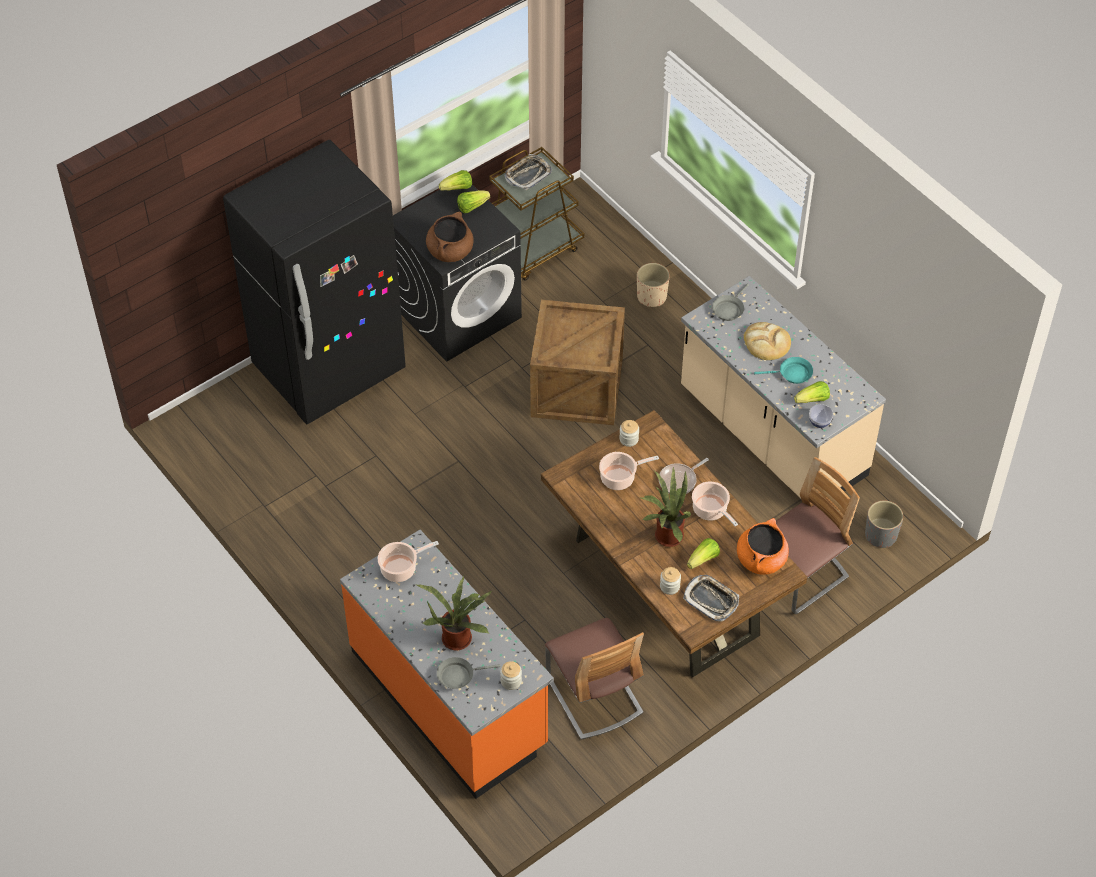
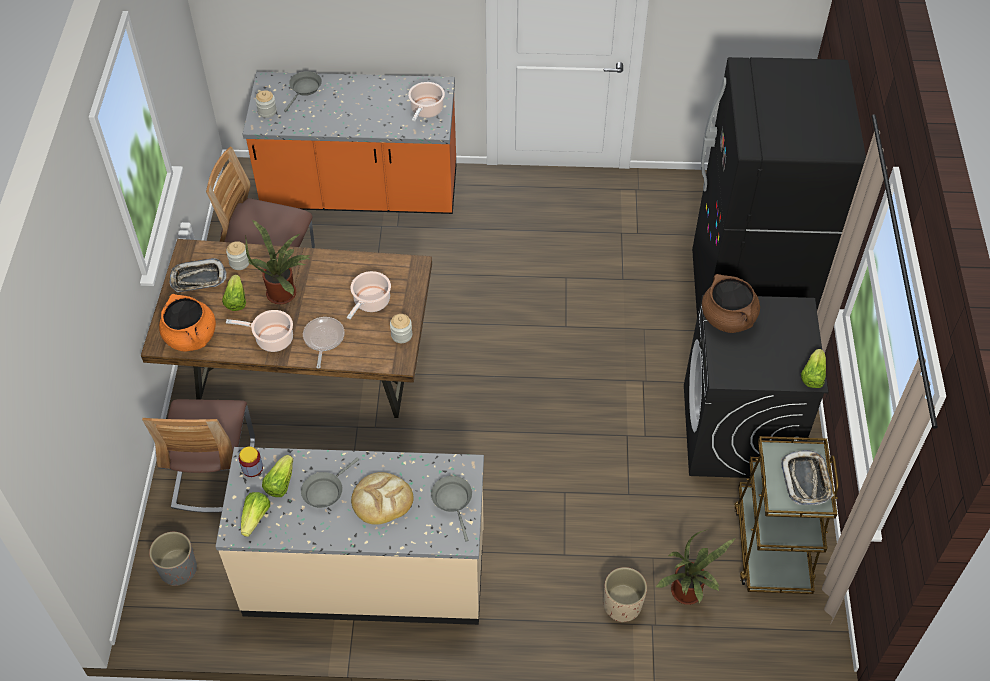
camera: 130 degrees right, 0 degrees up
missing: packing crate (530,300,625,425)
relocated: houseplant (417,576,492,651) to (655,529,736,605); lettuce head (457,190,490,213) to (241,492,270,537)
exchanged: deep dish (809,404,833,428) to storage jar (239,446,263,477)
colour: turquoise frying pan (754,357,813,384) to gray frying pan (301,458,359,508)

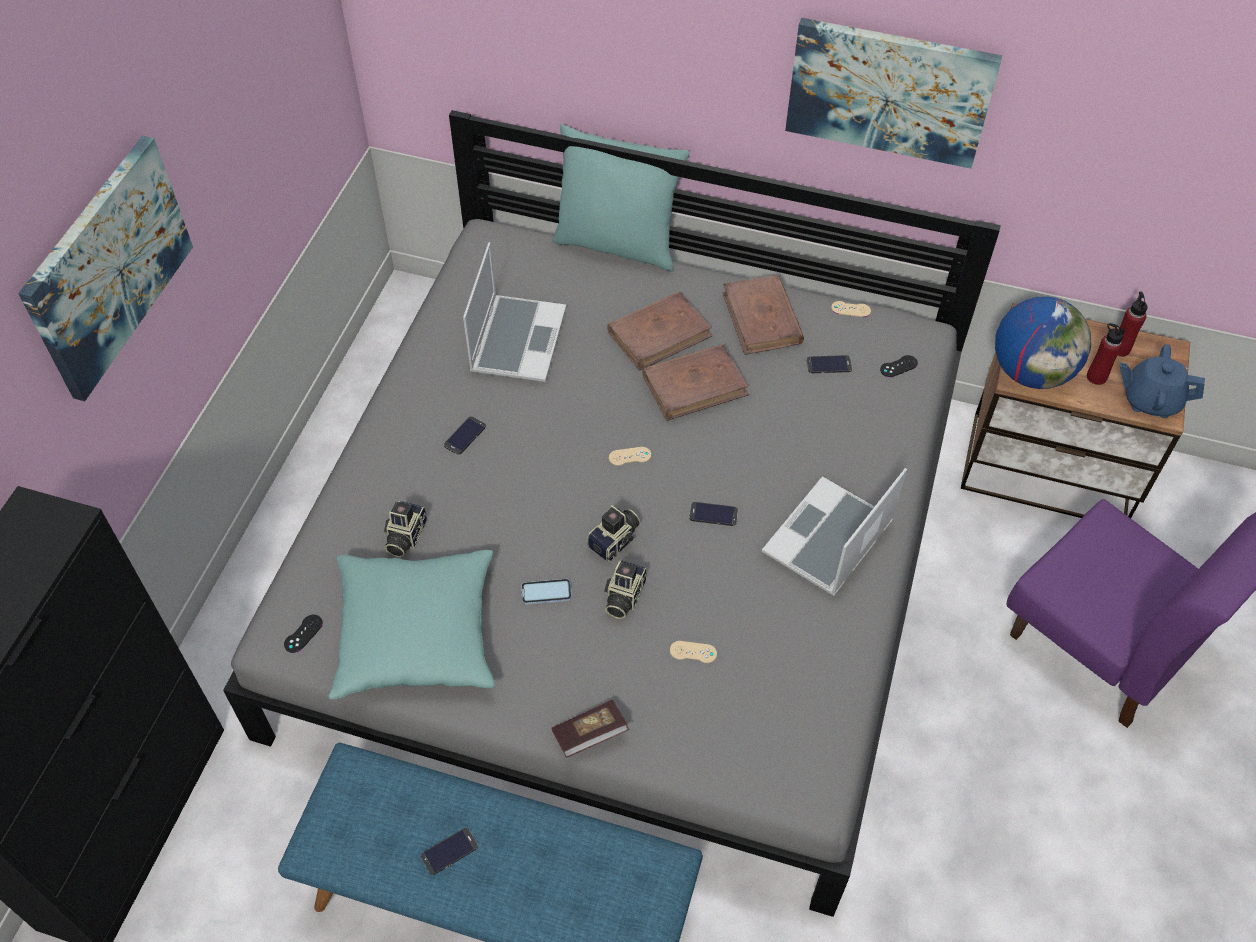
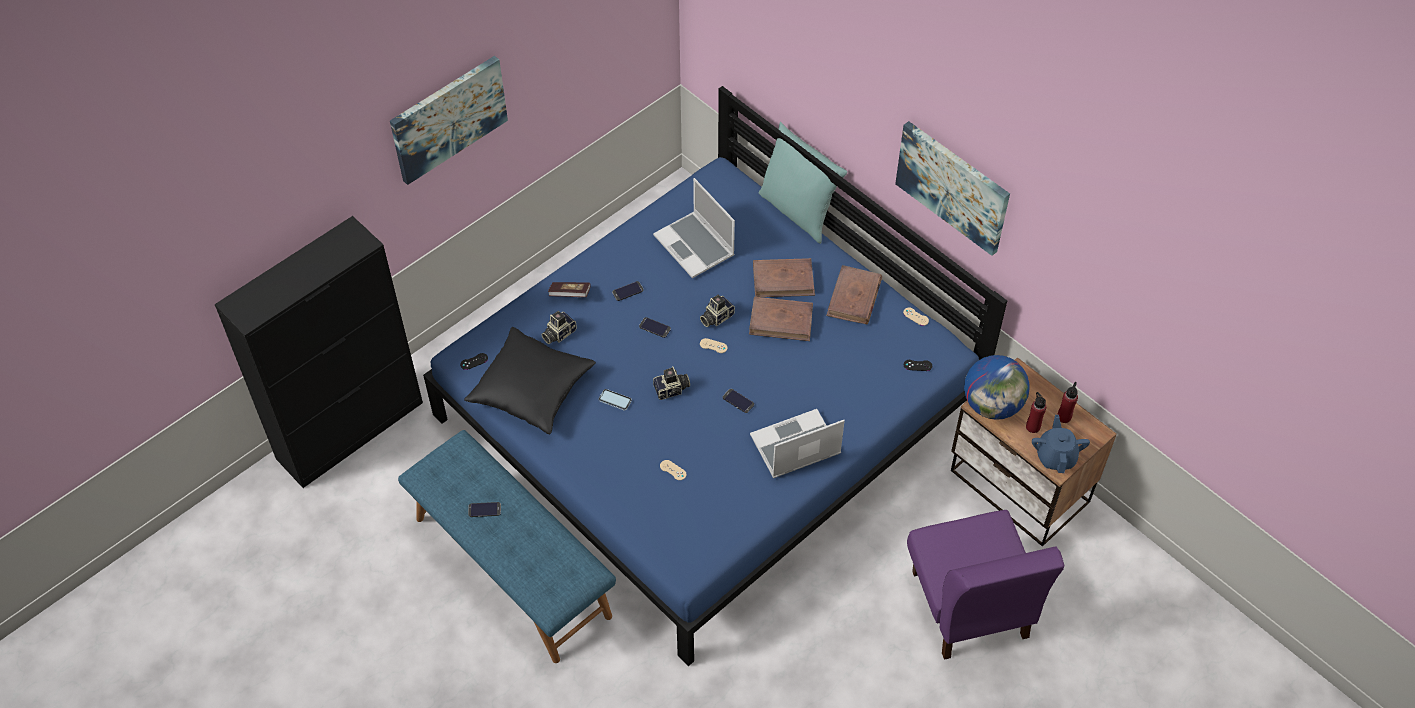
camera: 30 degrees right, 0 degrees up
relocated: volume (551,700,629,758) to (548,282,591,297); photo camera (605,560,647,619) to (700,294,735,327); telephone (807,355,852,373) to (639,317,671,338)
colour: gray sleeping bed (223,110,1001,917) to blue-coloured sleeping bed (423,86,1007,666); turquoise cushion (328,550,495,699) to black-coloured cushion (464,327,596,434)
spun: notebook computer (463,242,566,382) = (653,178,735,278) 105 degrees clockwise; blue-coloured pot for tea (1120,344,1205,418) = (1032,415,1090,473) 45 degrees clockwise

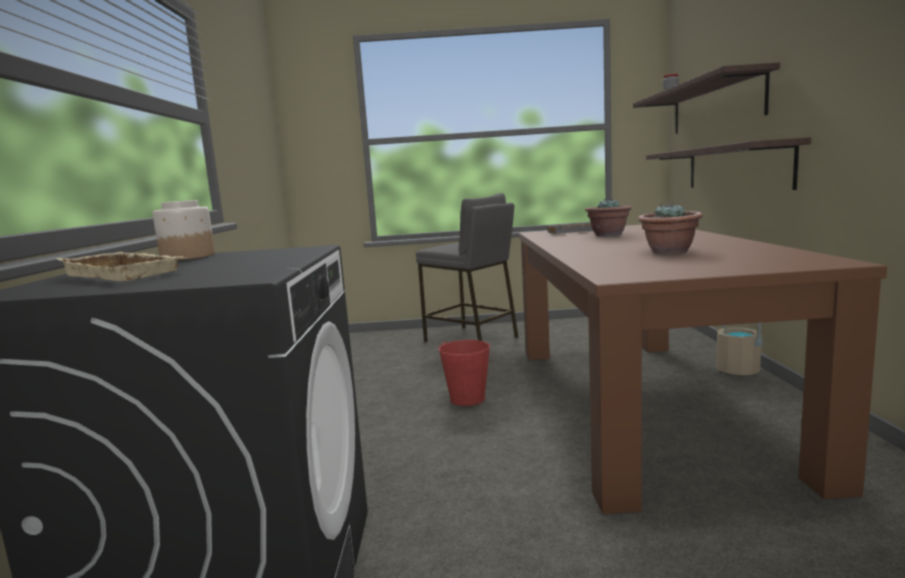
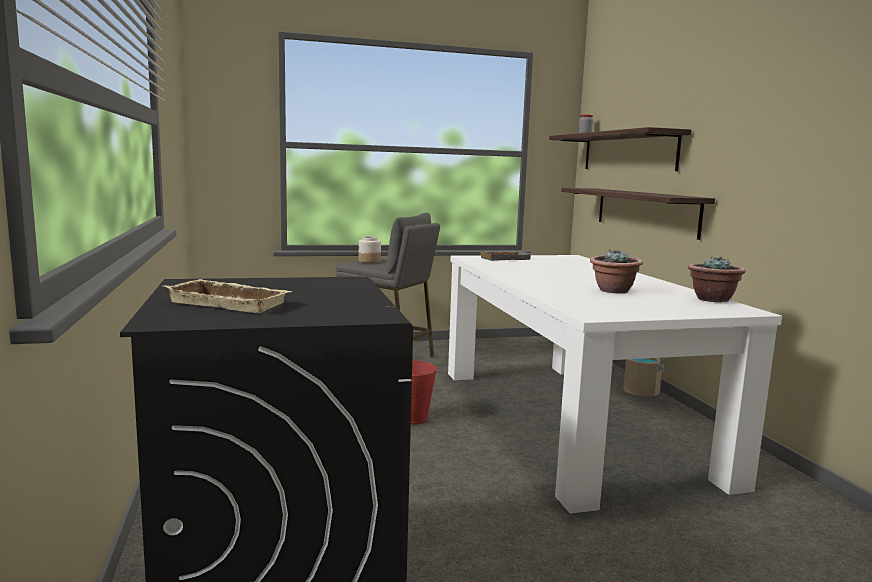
camera: 15 degrees left, 0 degrees up
relocated: storage jar (152,200,215,260) to (359,237,381,263); houseplant (585,198,632,237) to (688,256,746,302)
colour: brown-coloured kitchen table (519,225,887,514) to white-coloured kitchen table (448,255,782,514)

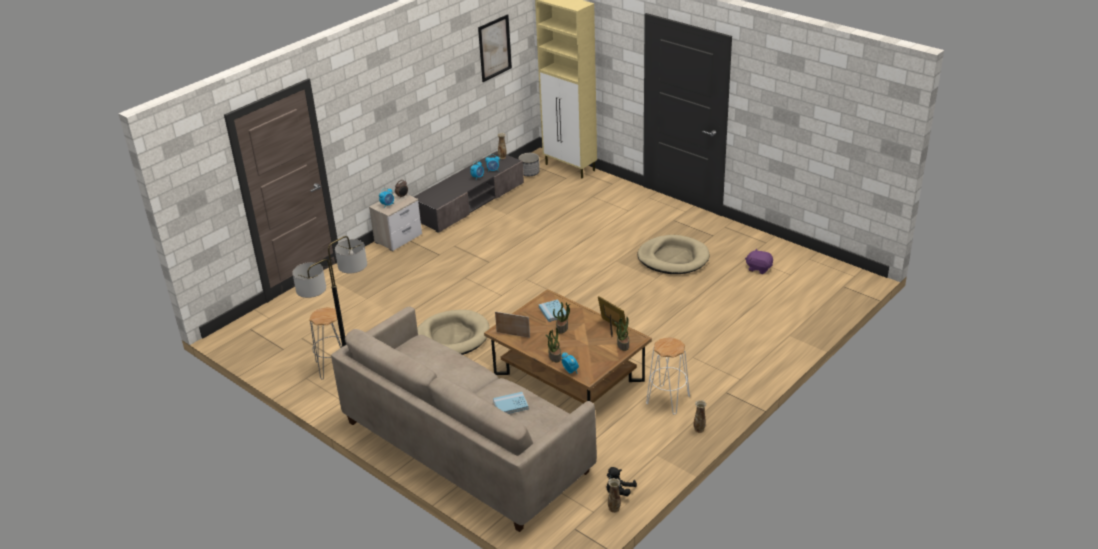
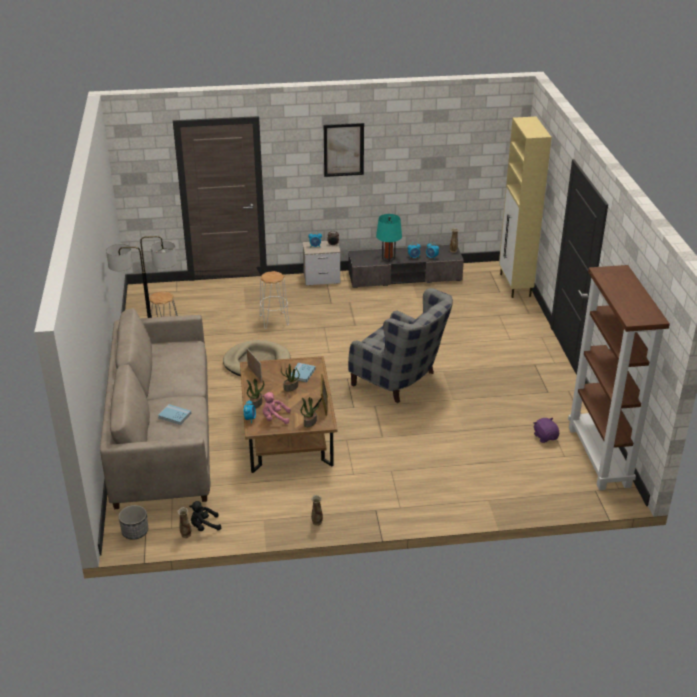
camera: 40 degrees right, 0 degrees up
missing: sand-coloured pet bed (637,235,709,274)
appeared: pinkish soft toy (262,392,291,424); gray lounge chair (348,288,453,403); turquoise table lamp (376,214,402,262); brown-coloured shelving unit (568,265,670,490)
relocated: picture (478,14,512,82) to (324,123,364,177); plant pot (518,153,540,176) to (118,505,148,540); white-coloured stool (646,337,690,414) to (260,271,289,329)

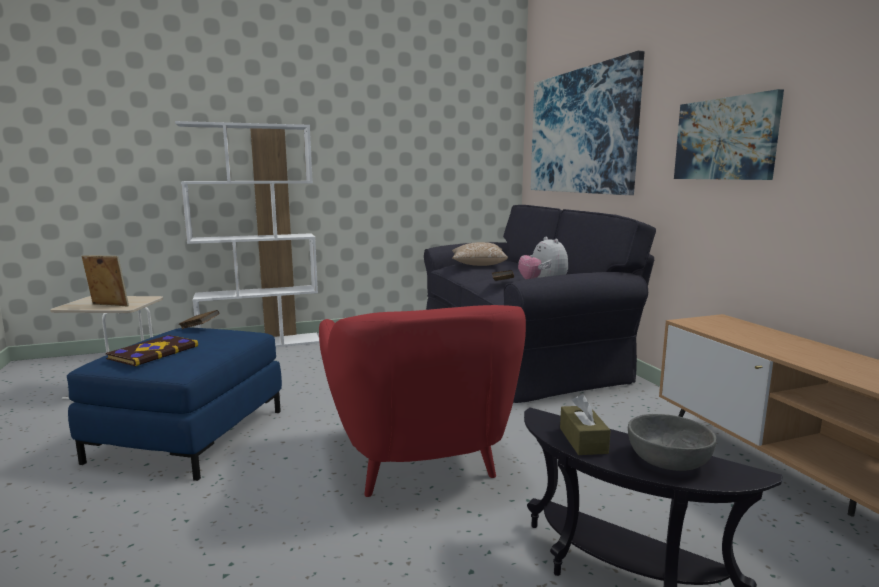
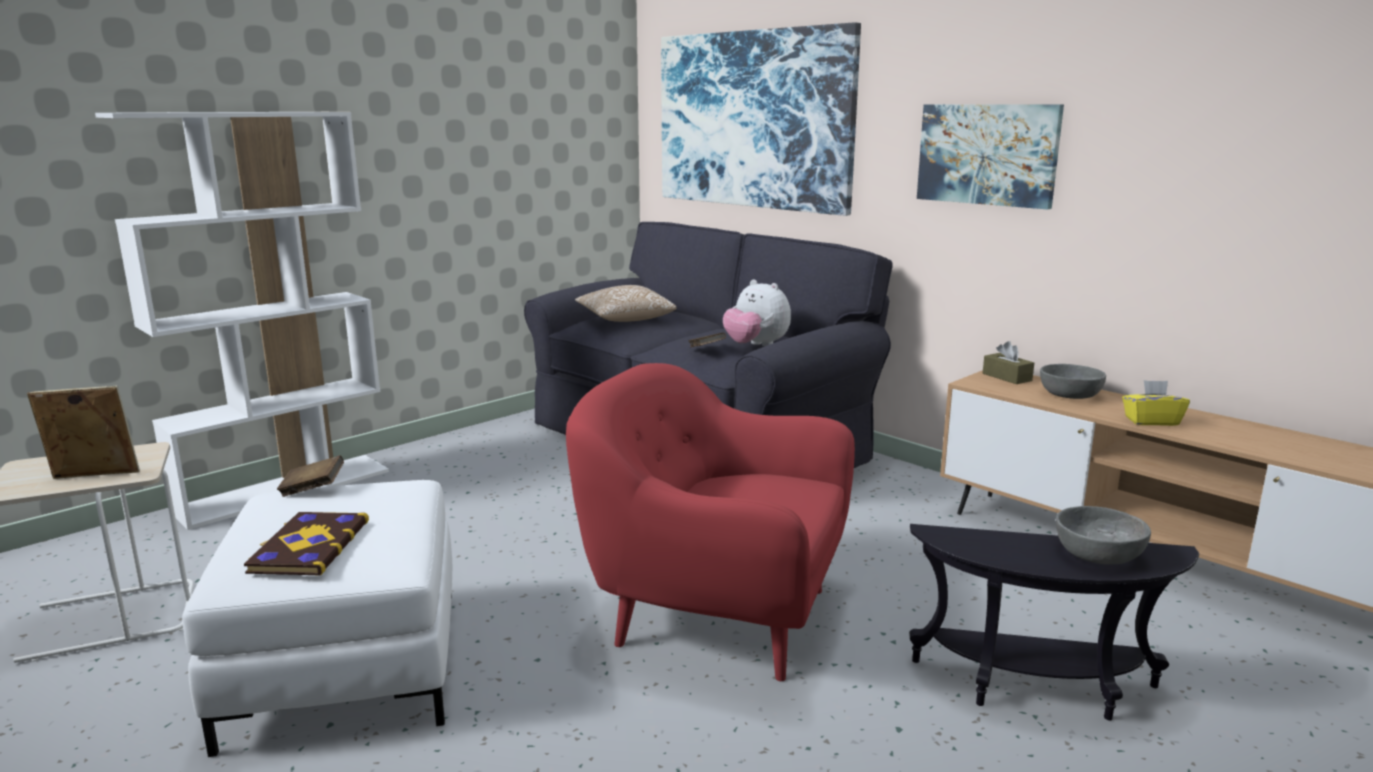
camera: 25 degrees left, 5 degrees up
appeared: gray deep dish (1040,364,1106,399); yellow tissue holder (1122,380,1190,426)
relocated: brown-coloured tissue holder (560,394,611,455) to (983,341,1034,384)
colour: blue-coloured footrest (67,327,282,481) to white-coloured footrest (182,480,452,757)
spun: red lounge chair (319,305,526,497) = (566,363,855,681) 150 degrees clockwise

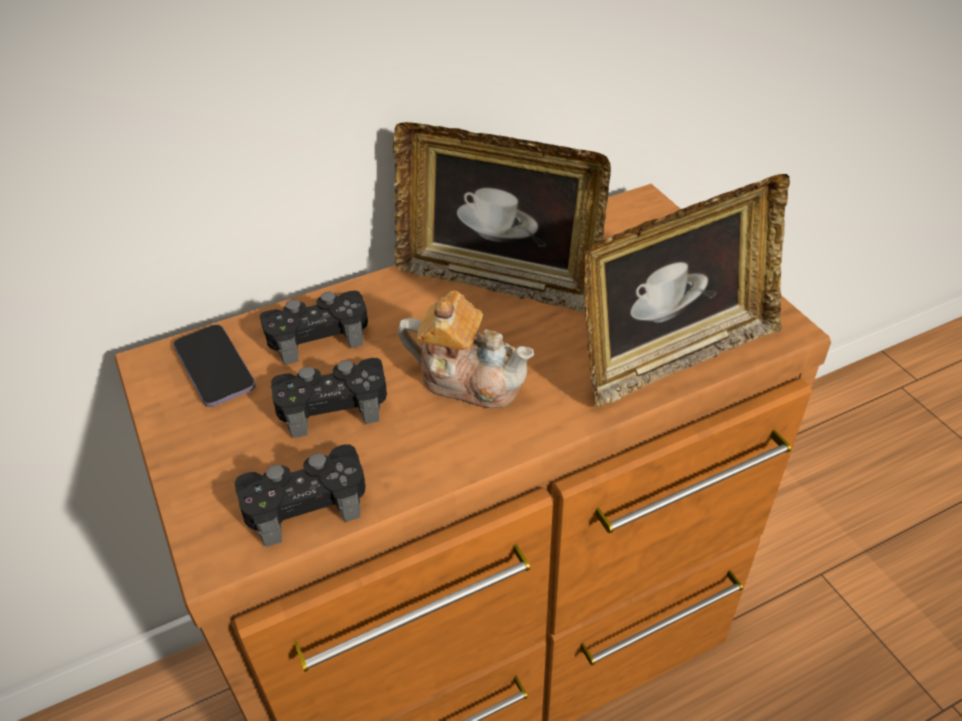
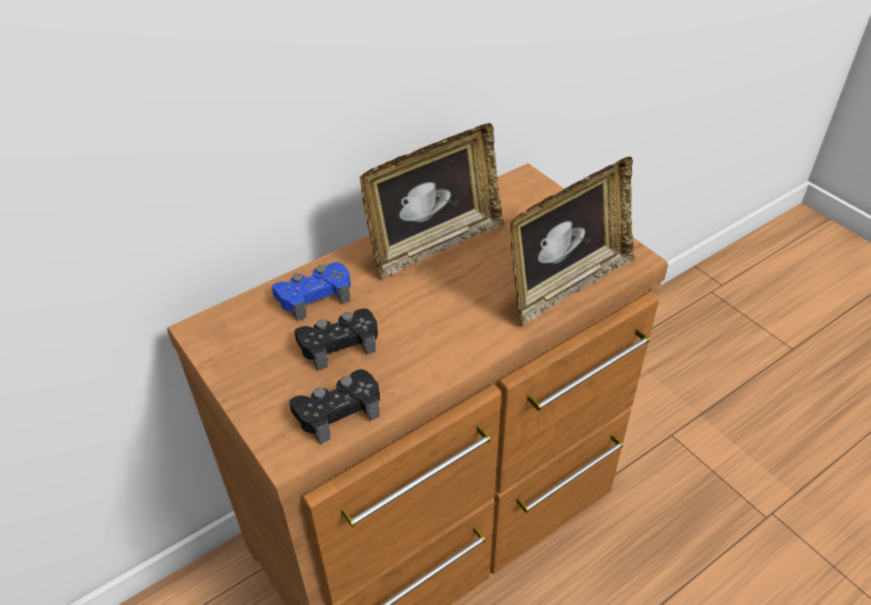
camera: 10 degrees left, 0 degrees up
missing: telephone (173,325,256,407); pot for tea (398,291,534,408)
colour: black-coloured joypad (259,290,368,365) to blue-coloured joypad (272,262,351,321)
spun: picture frame (393,122,611,313) = (360,123,504,278) 45 degrees counterclockwise

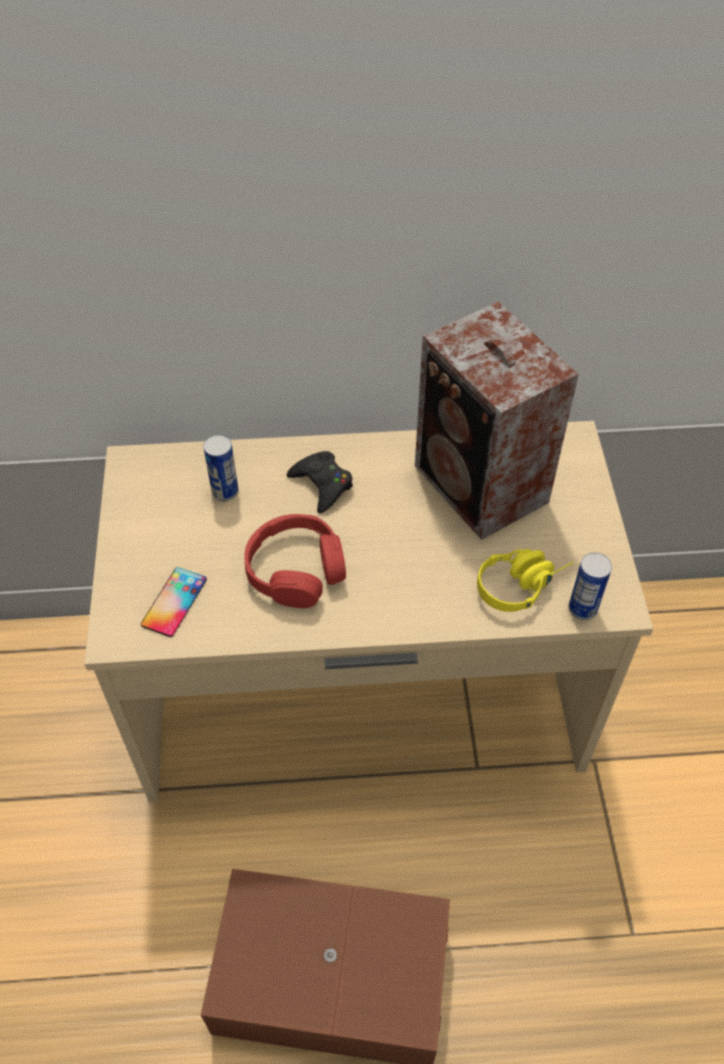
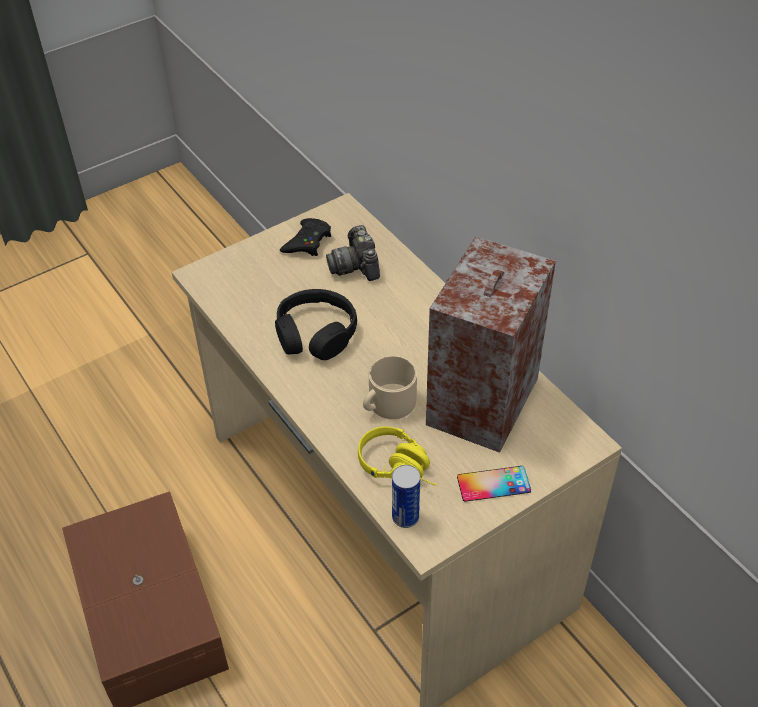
camera: 60 degrees right, 5 degrees down
appeared: sand-coloured tea mug (363,356,417,419)
relocated: telephone (141,567,207,637) to (457,466,531,502); black-coloured joypad (287,451,353,513) to (280,218,331,256)
exchanged: can (203,435,238,501) to photo camera (326,225,380,281)
colour: red headphones (244,514,346,608) to black-coloured headphones (275,289,357,360)

